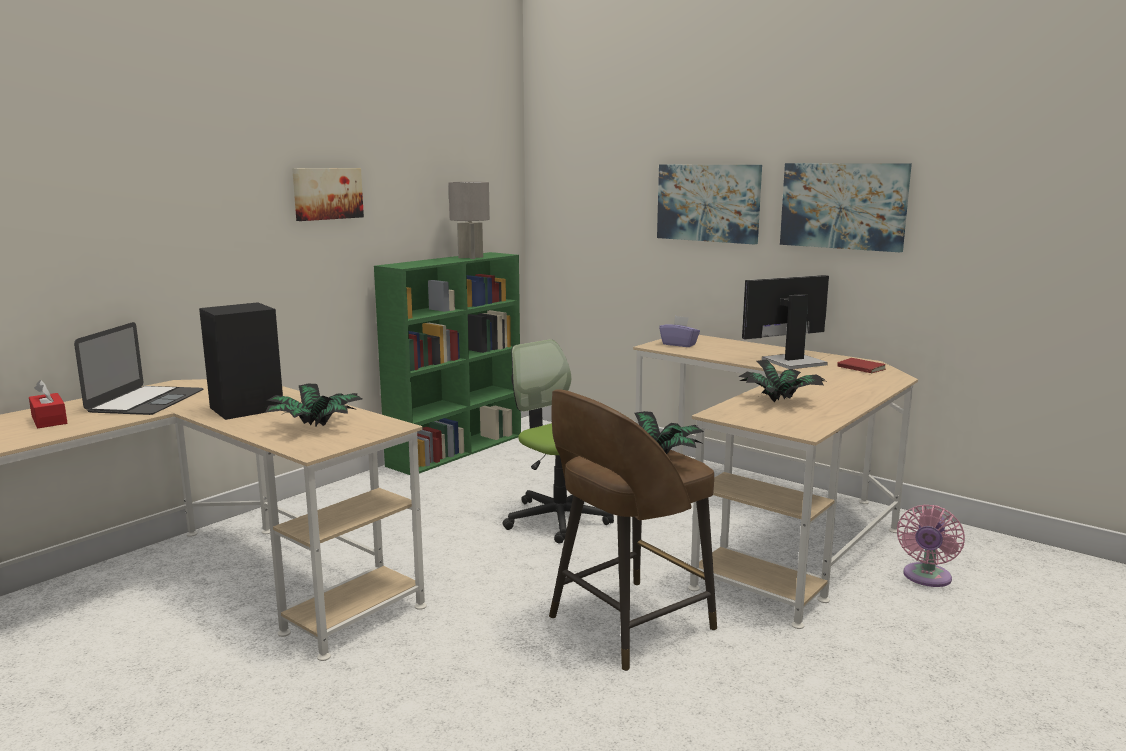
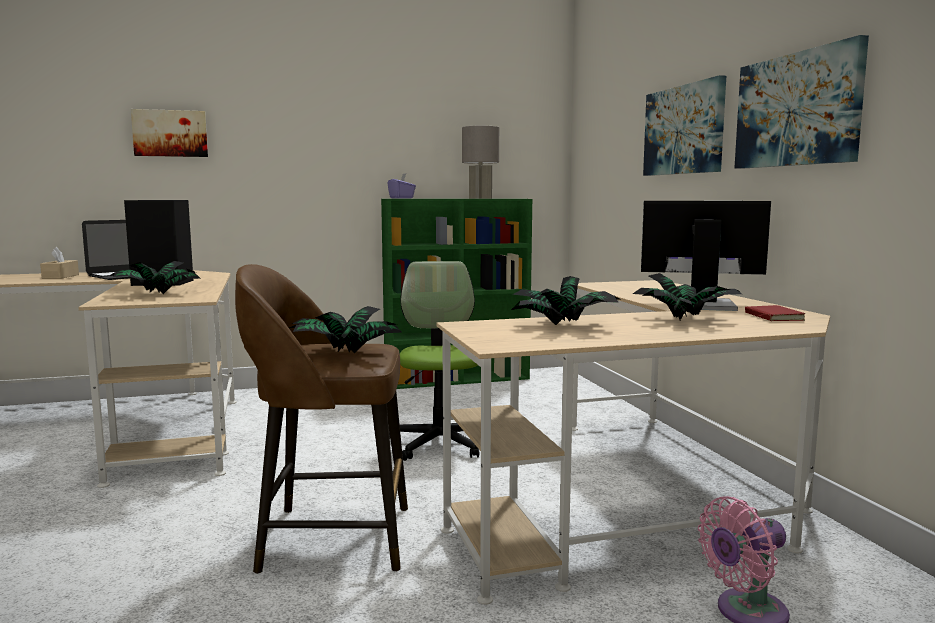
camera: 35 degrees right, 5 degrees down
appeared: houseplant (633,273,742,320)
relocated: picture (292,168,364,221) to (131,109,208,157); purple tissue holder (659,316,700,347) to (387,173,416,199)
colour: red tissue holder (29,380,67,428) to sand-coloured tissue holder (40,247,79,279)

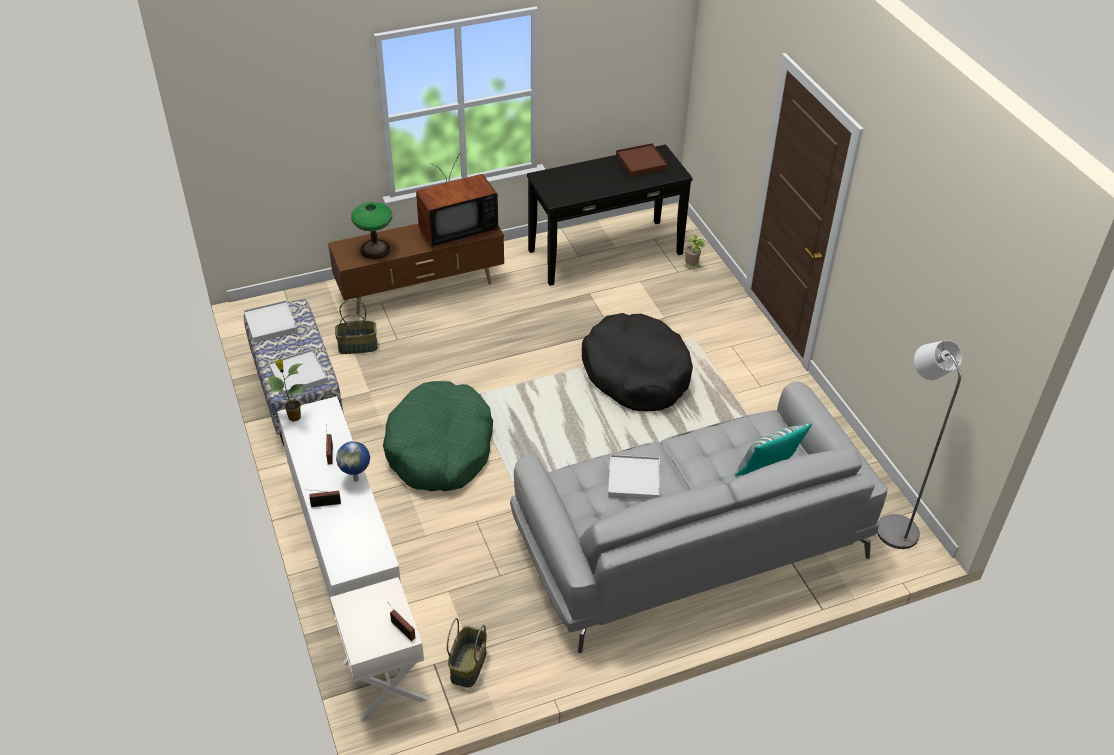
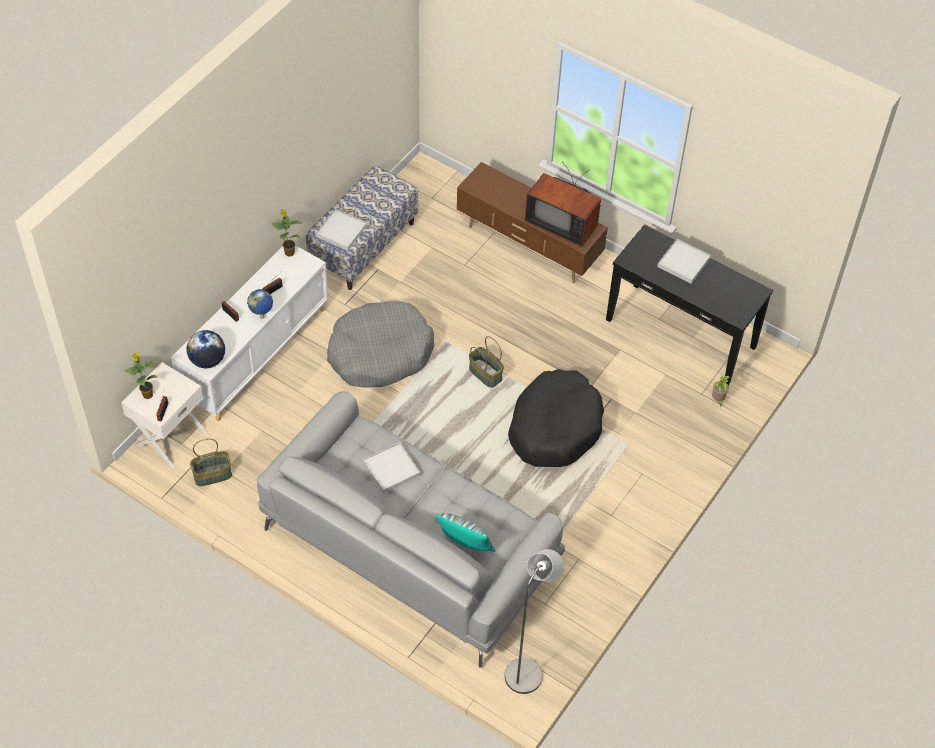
camera: 55 degrees right, 10 degrees up
missing: table lamp (351,202,392,259); brown-coloured serving tray (616,143,668,177)
appeared: houseplant (124,352,158,399); world globe (186,330,225,368)
relocated: white-coloured serving tray (244,300,298,343) to (657,239,711,283); storage basket (335,300,378,354) to (469,336,504,388)
colour: green-coloured pet bed (383,381,493,492) to gray pet bed (327,301,434,388)

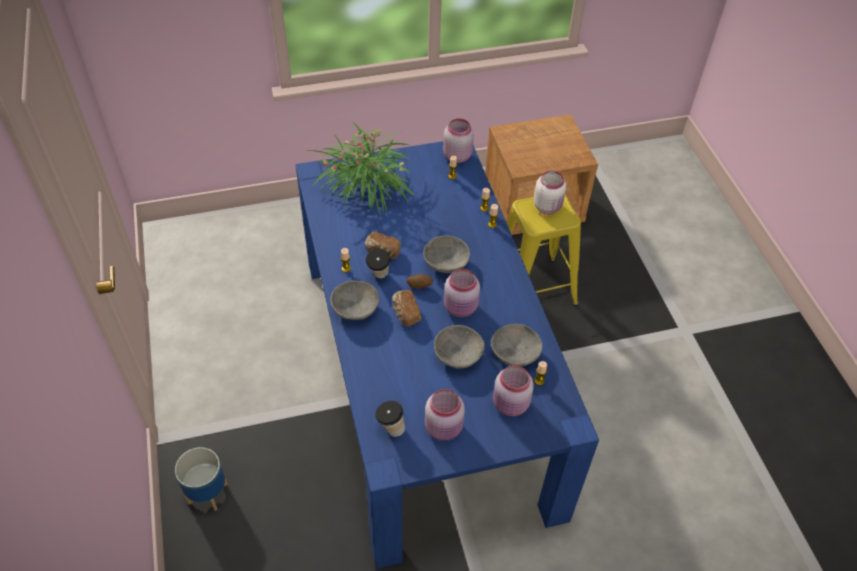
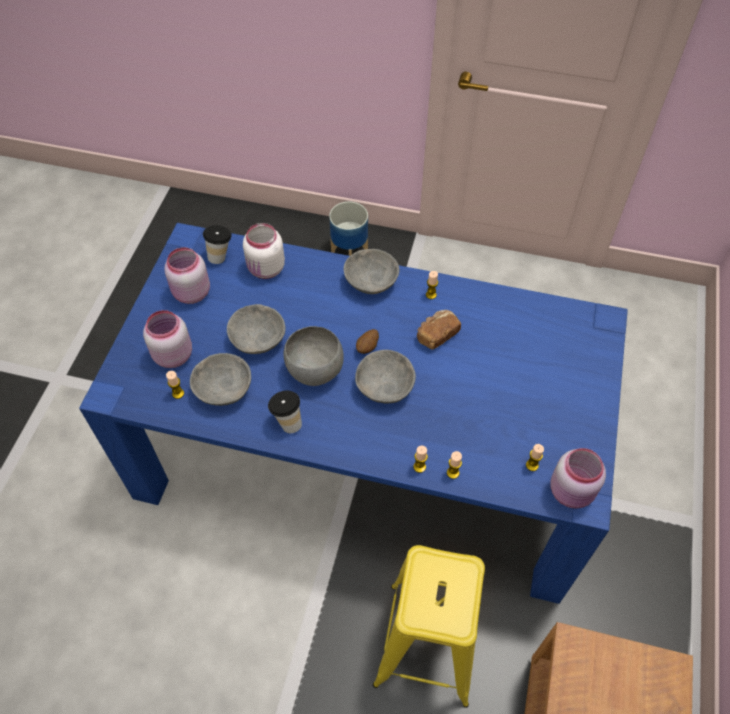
camera: 120 degrees right, 5 degrees up
missing: houseplant (309,122,414,214); baked bread (392,290,421,327)
relocated: cup (366,249,391,278) to (268,391,302,433); white-coloured storage jar (534,170,566,214) to (243,223,285,279)
exchanged: pinkish storage jar (444,269,480,317) to gray deep dish (283,326,344,386)

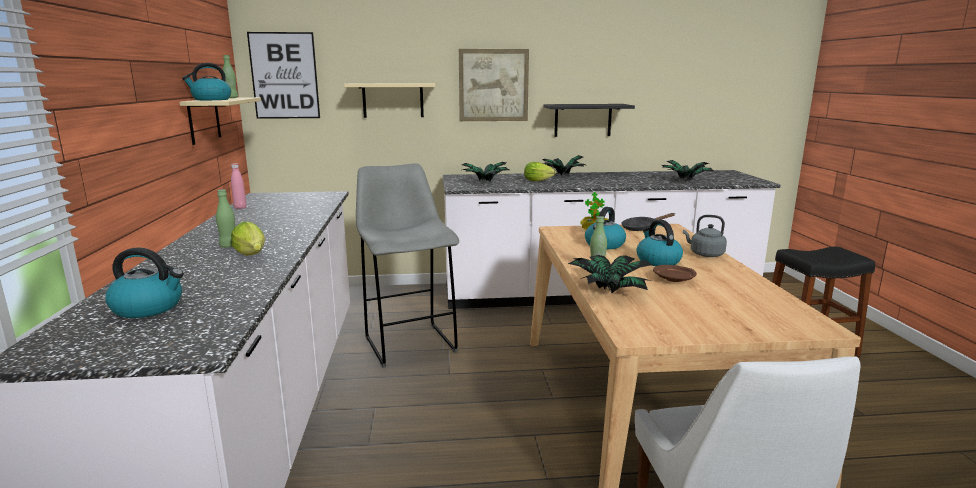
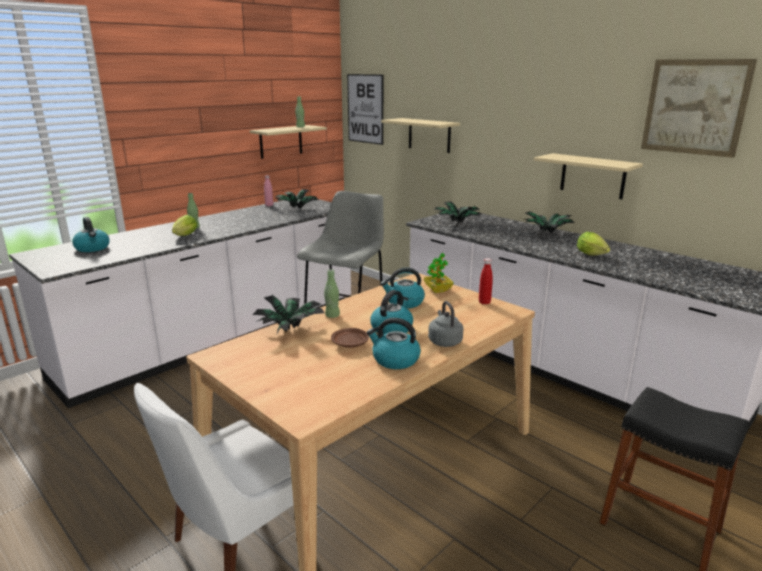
camera: 50 degrees right, 5 degrees up
relocated: water kettle (182,63,231,100) to (367,318,421,369); picture (459,49,529,121) to (641,59,757,158); lettuce head (524,162,556,181) to (577,232,610,255); houseplant (662,160,713,180) to (275,189,319,209)
exchanged: black-coloured frying pan (622,213,675,231) to red beverage bottle (479,258,493,305)
colour: black-coloured shelf (544,104,635,137) to sand-coloured shelf (534,153,643,199)

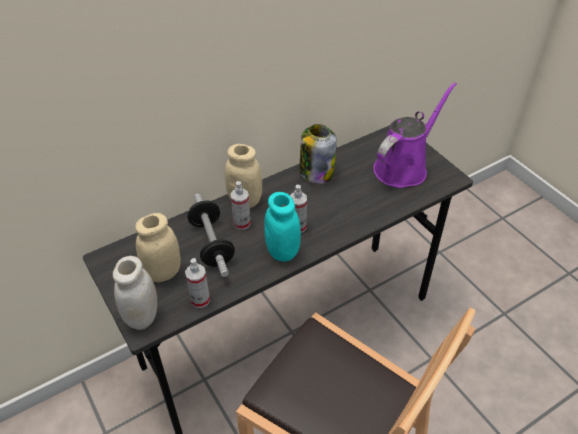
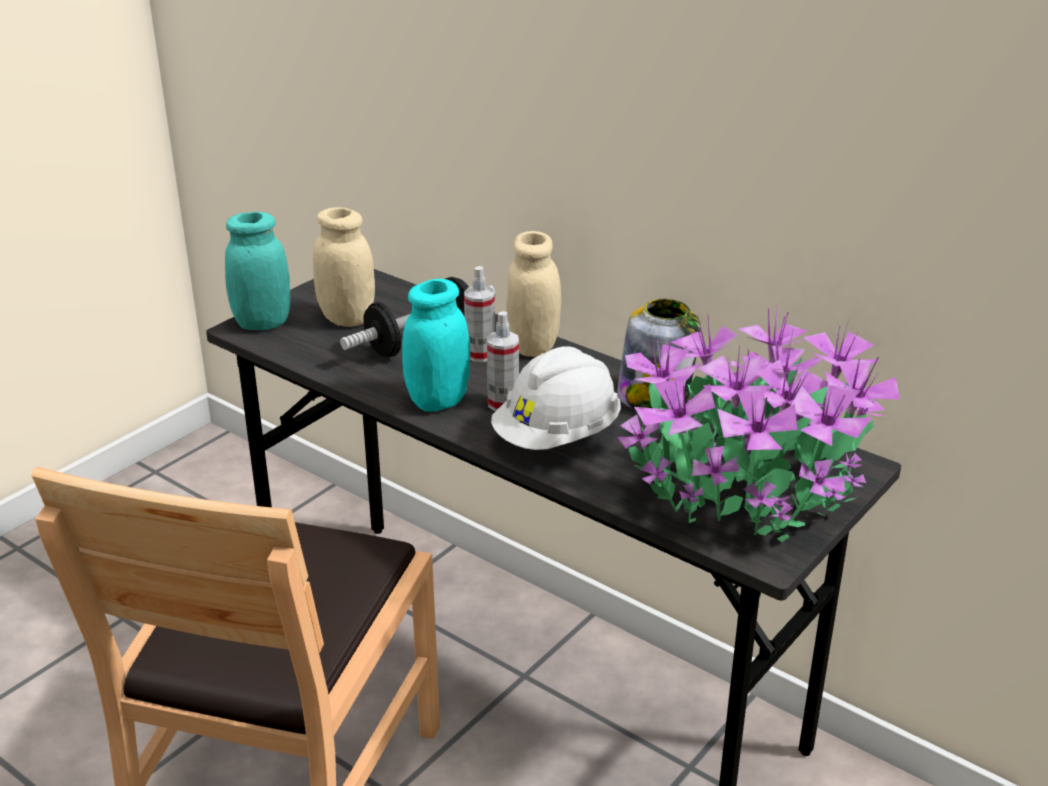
camera: 70 degrees right, 15 degrees down
missing: spray bottle (185,258,210,308)
appeared: white-coloured hard hat (491,346,621,450)
exchanged: purple watering can (373,82,457,188) to houseplant (618,303,900,542)
colour: white-coloured storage jar (113,256,157,330) to turquoise storage jar (225,212,290,330)

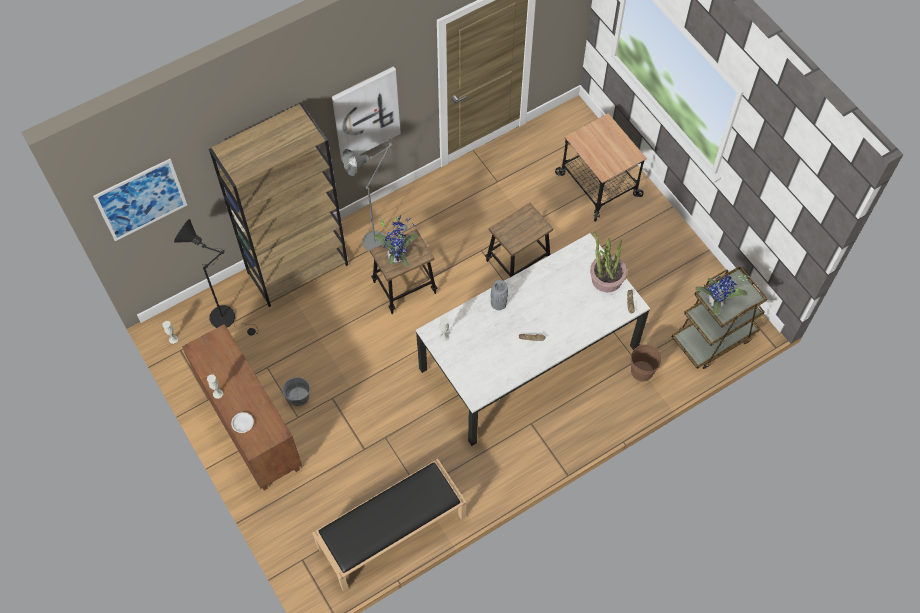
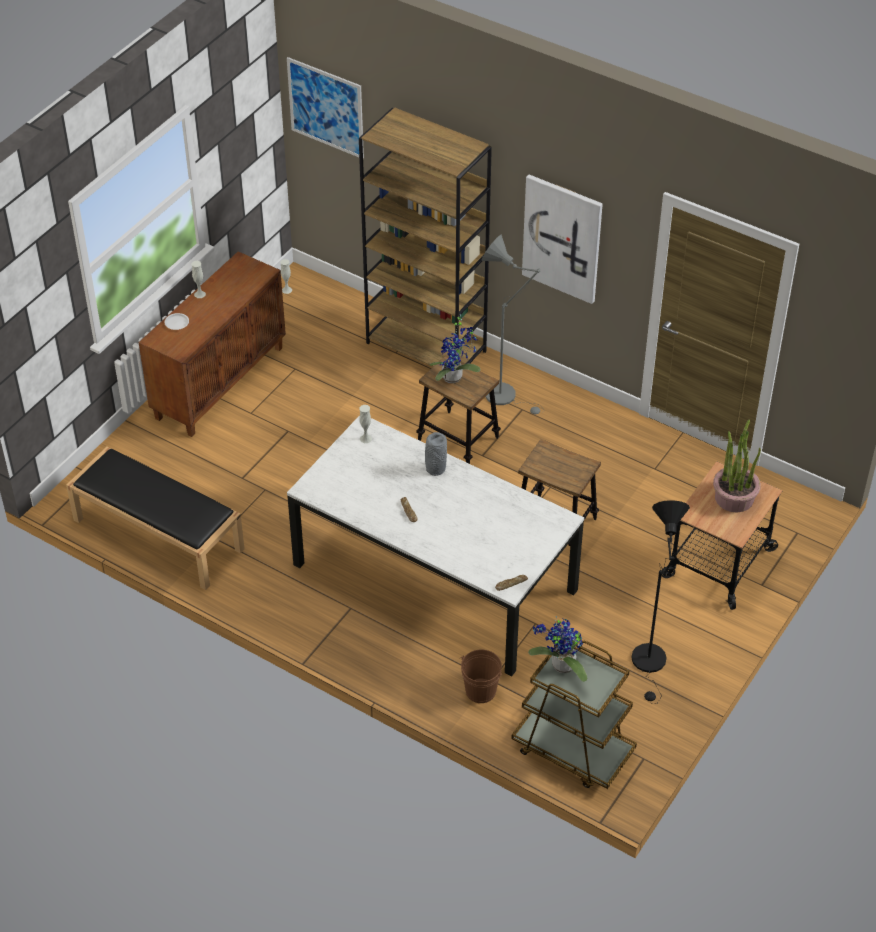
camera: 65 degrees right, 15 degrees down
missing: gray water bucket (282,377,310,406)
relocated: black-coloured standing lamp (174,219,259,335) to (631,500,690,704); houseplant (590,231,628,292) to (713,419,761,512)

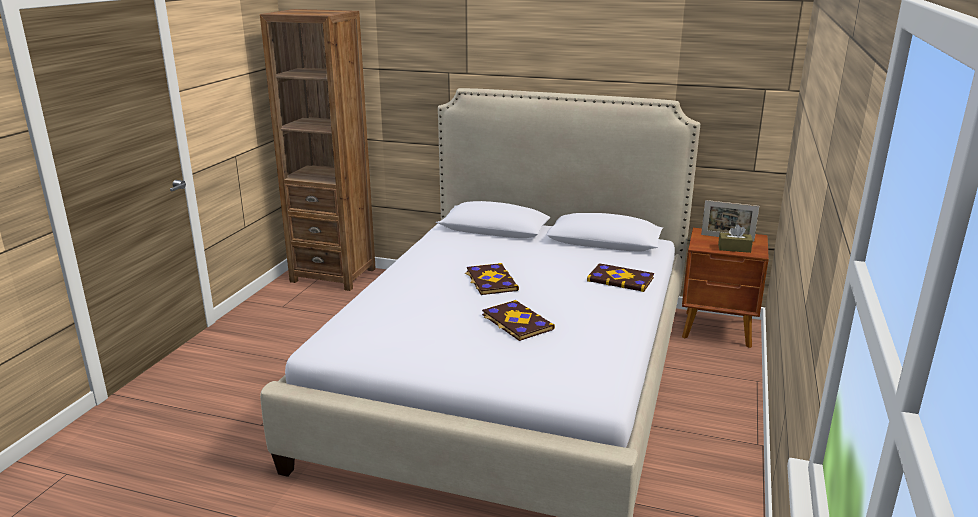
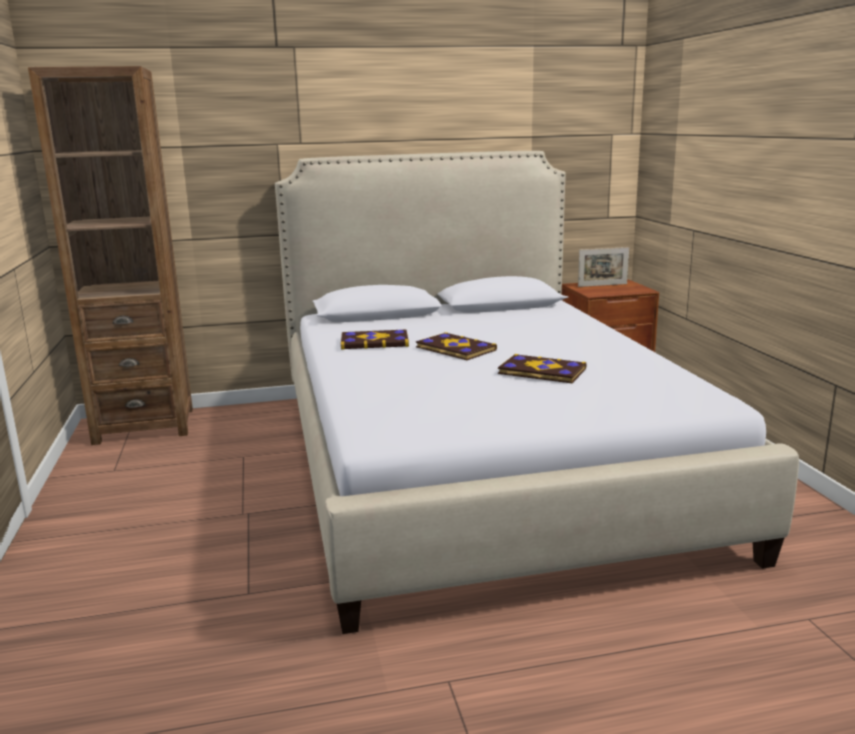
camera: 30 degrees left, 5 degrees down
missing: brown-coloured tissue holder (718,225,753,253)
relocated: volume (587,263,654,292) to (341,329,409,350)

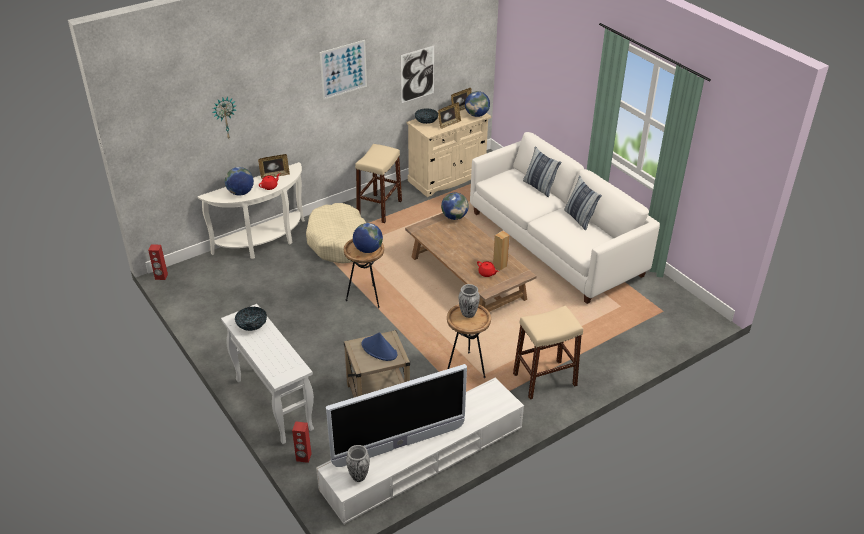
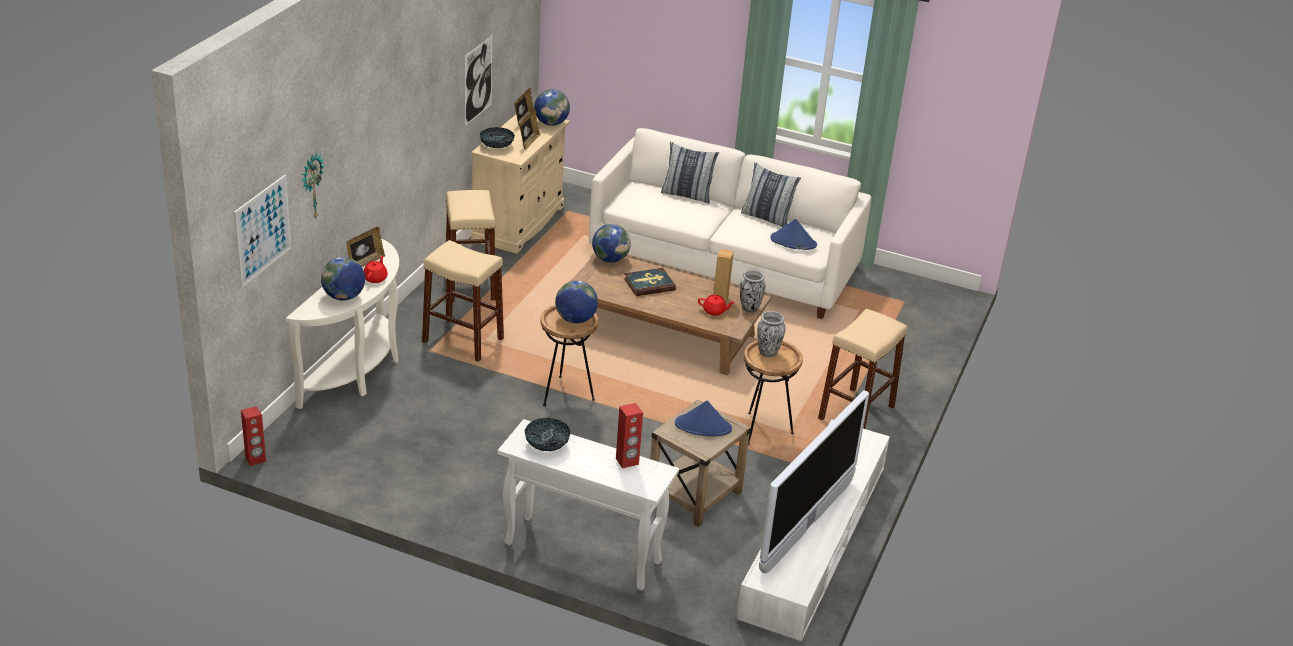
camera: 35 degrees left, 5 degrees down
appeared: volume (624,268,676,296); blue-coloured hat (770,219,817,250)
relocated: red speaker (292,421,312,463) to (616,403,643,468); picture (320,40,367,100) to (234,175,291,288); decorative vase (346,445,370,482) to (740,270,766,313)
exchanged: sand-coloured pet bed (306,203,366,264) to sand-coloured stool (422,240,504,362)

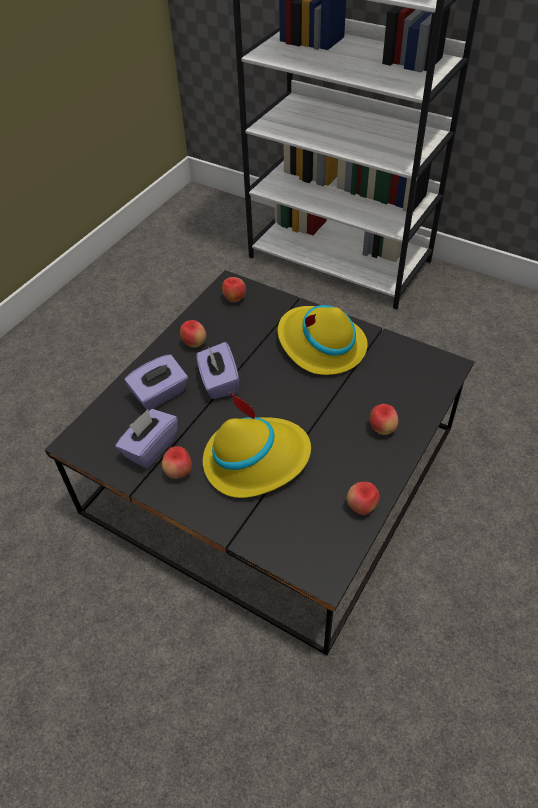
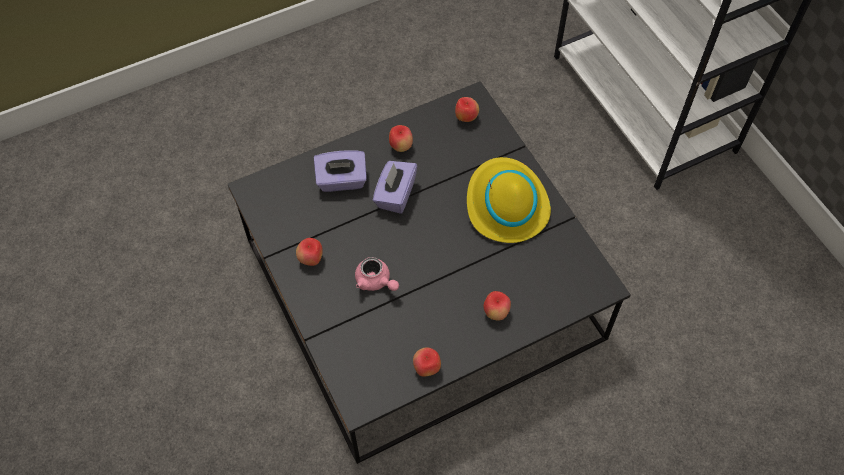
camera: 30 degrees right, 10 degrees up
missing: purple tissue holder (115,409,178,469)
exchanged: yellow hat (203,393,311,498) to pinkish pot for tea (355,257,399,291)

